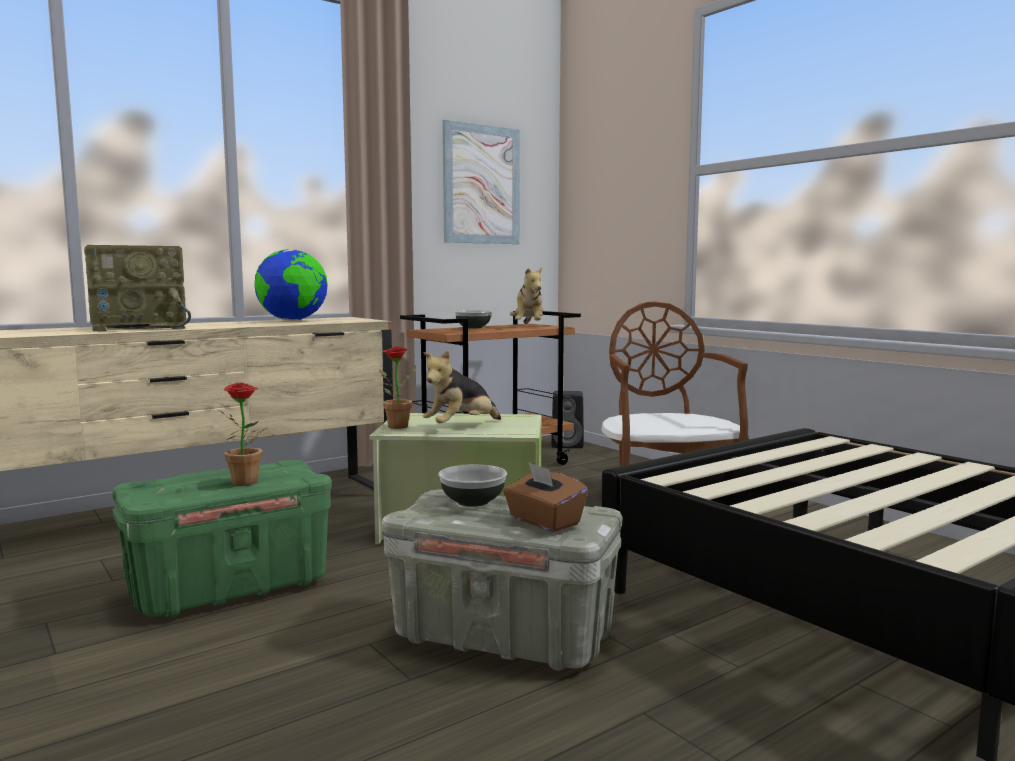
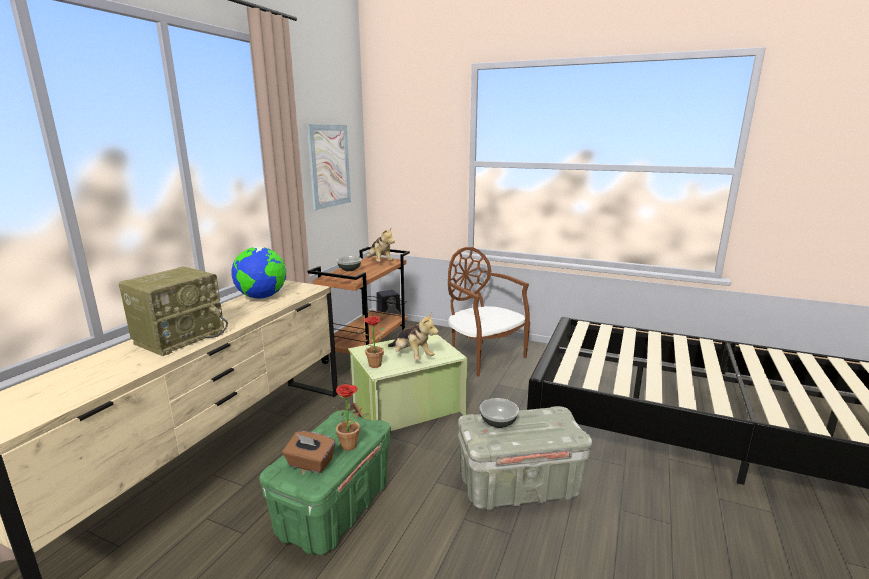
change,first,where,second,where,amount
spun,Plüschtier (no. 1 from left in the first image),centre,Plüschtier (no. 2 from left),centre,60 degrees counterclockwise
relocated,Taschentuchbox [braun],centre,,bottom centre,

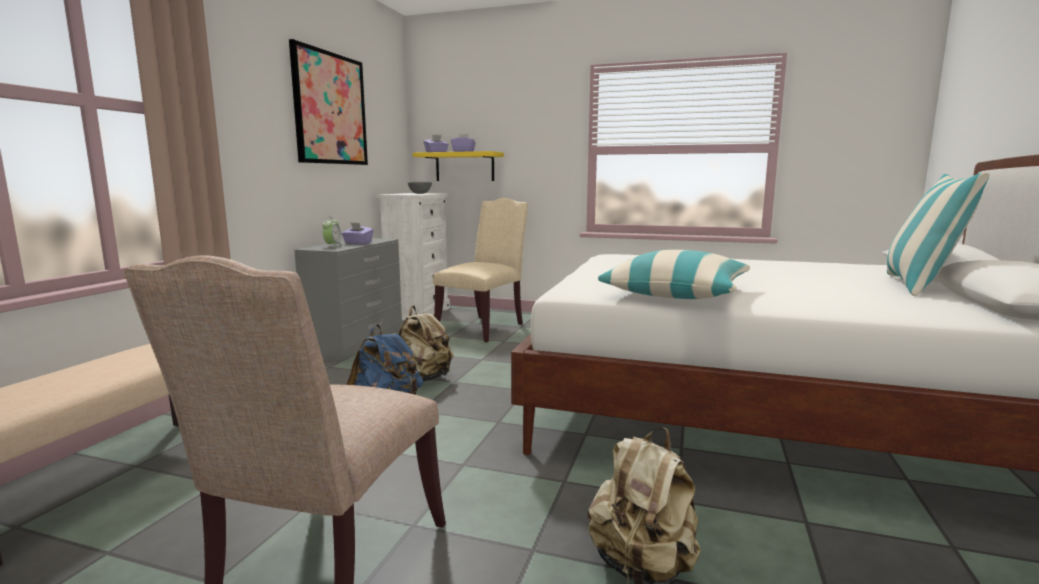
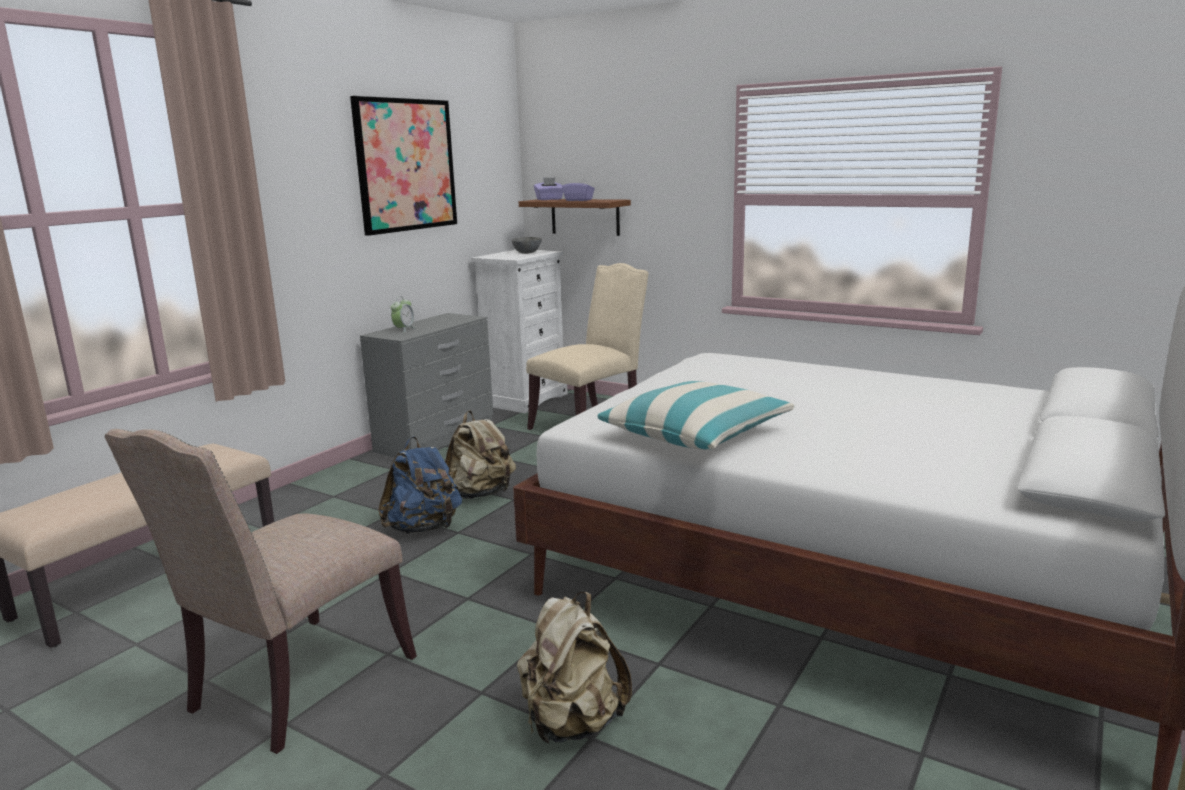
change,first,where,second,where,amount
colour,Wandregal [gelb],top centre,Wandregal [braun],top centre,
missing,Kissen (no. 2 from left),middle right,,,
missing,Taschentuchbox [lila] (no. 1 from left),centre,,,

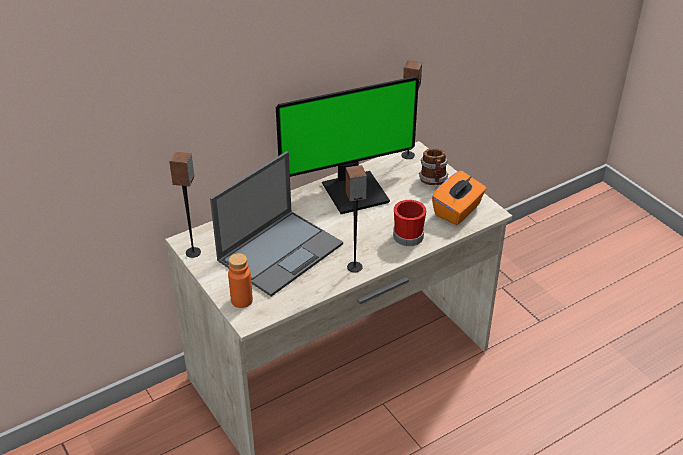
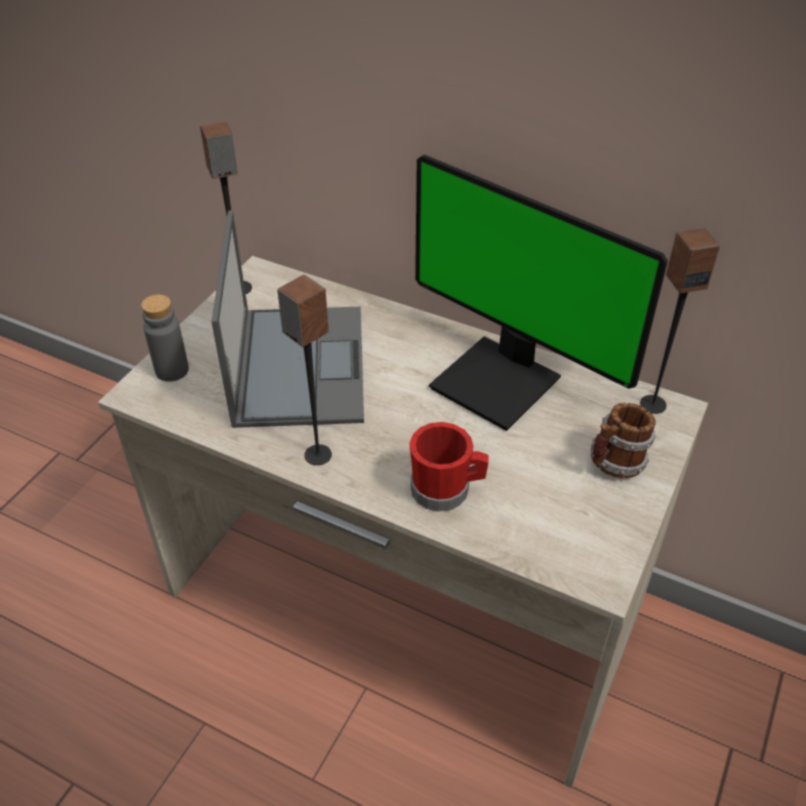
change,first,where,second,where,amount
spun,Laptop,centre,,centre,105 degrees counterclockwise
missing,Taschentuchbox [orange],middle right,,,
colour,Flasche [orange],centre,Flasche [grau],middle left,

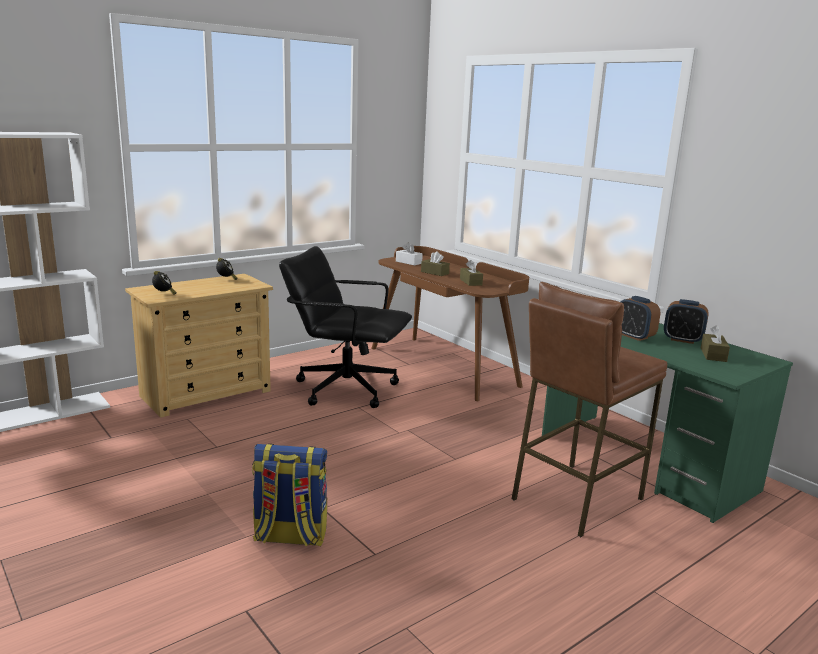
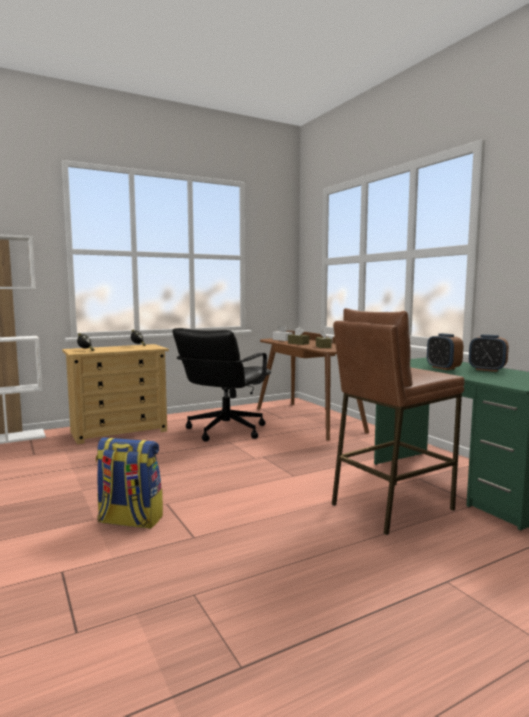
change,first,where,second,where,amount
spun,Bürostuhl [schwarz],centre,,centre,90 degrees counterclockwise
missing,Taschentuchbox [braun] (no. 3 from left),middle right,,,

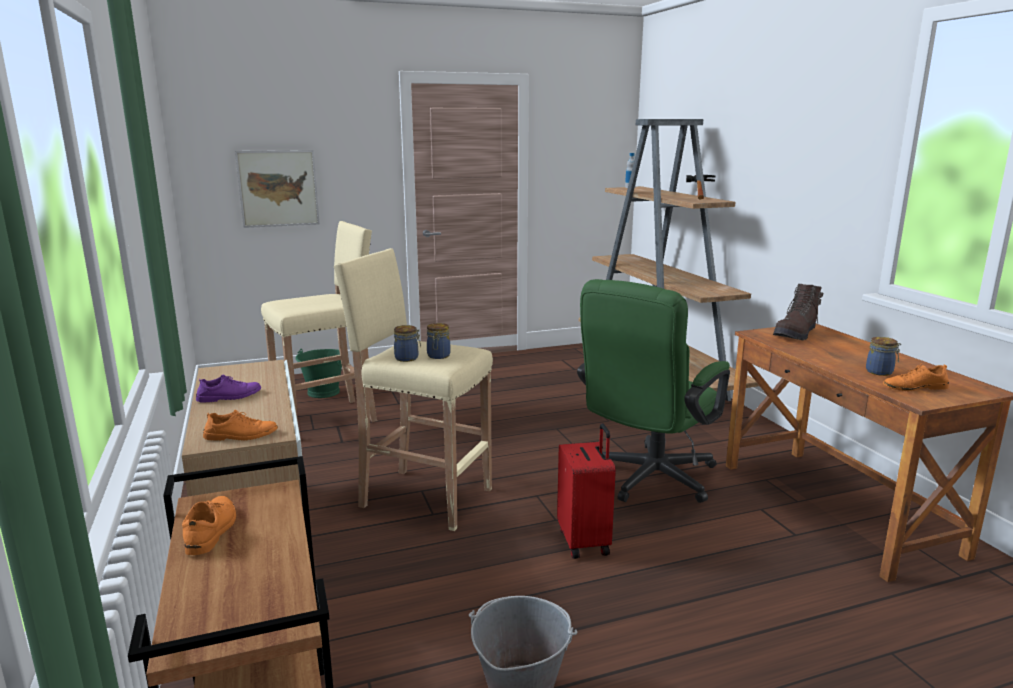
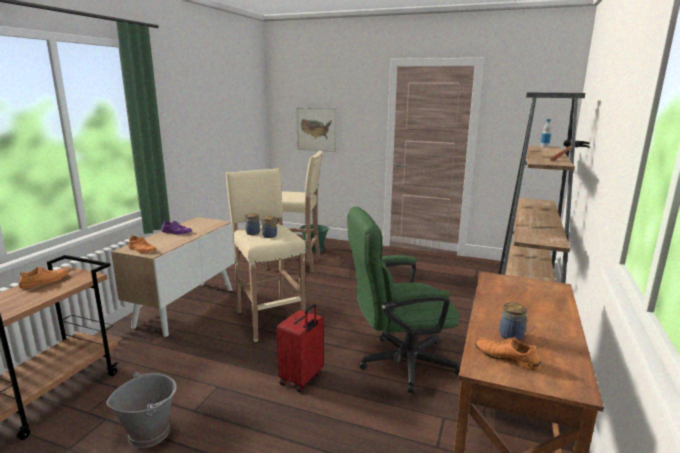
change,first,where,second,where,amount
missing,Stiefel [braun],middle right,,,

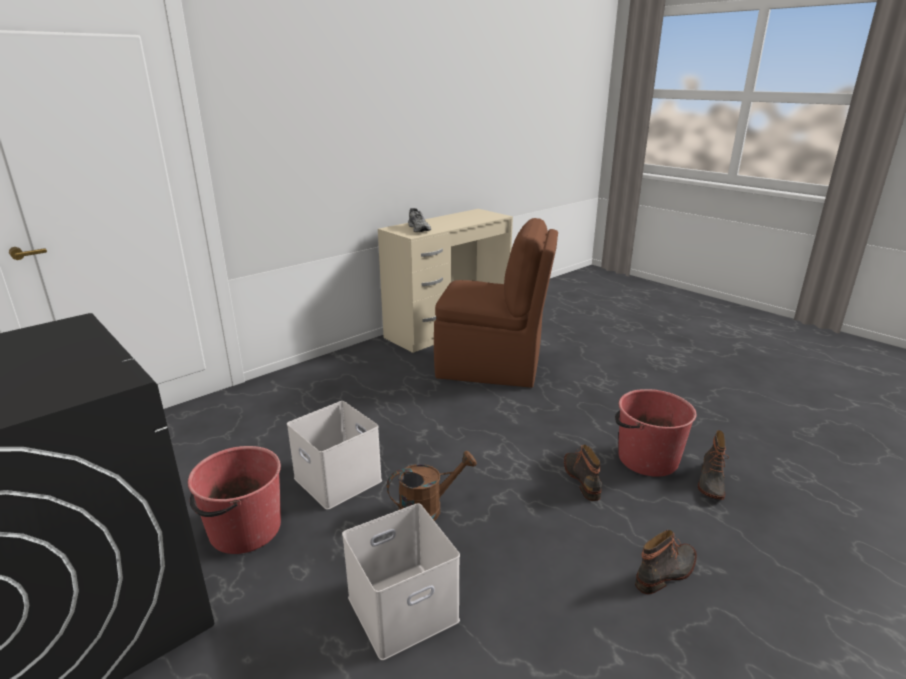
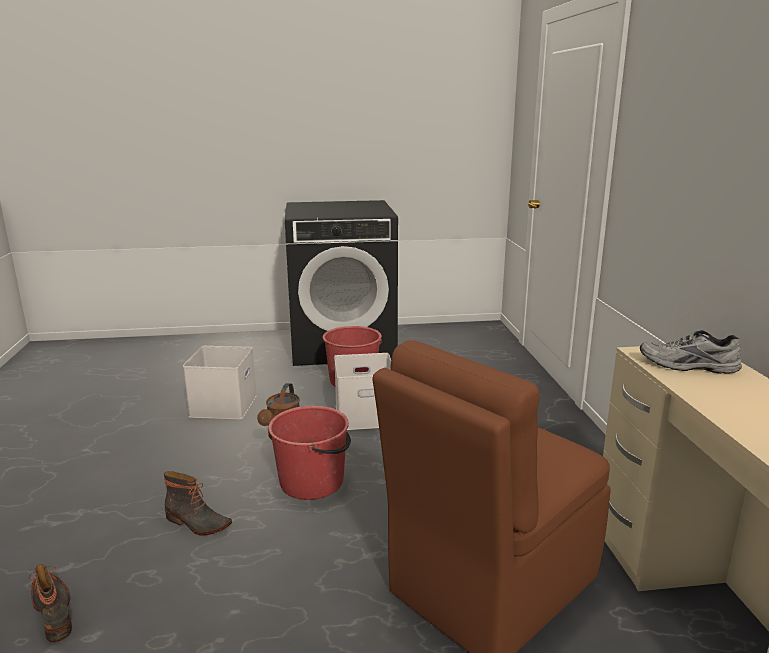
change,first,where,second,where,amount
relocated,Eimer [rot] (no. 2 from left in the first image),middle right,Eimer [rot] (no. 1 from left),bottom centre,
missing,Stiefel (no. 2 from left),bottom right,,,

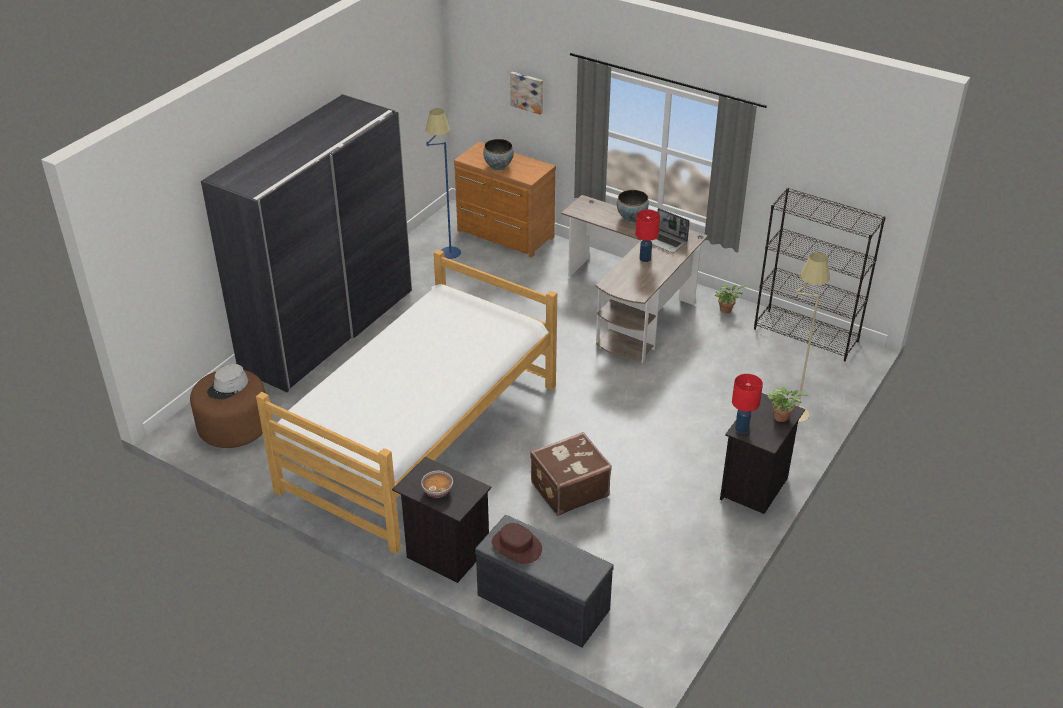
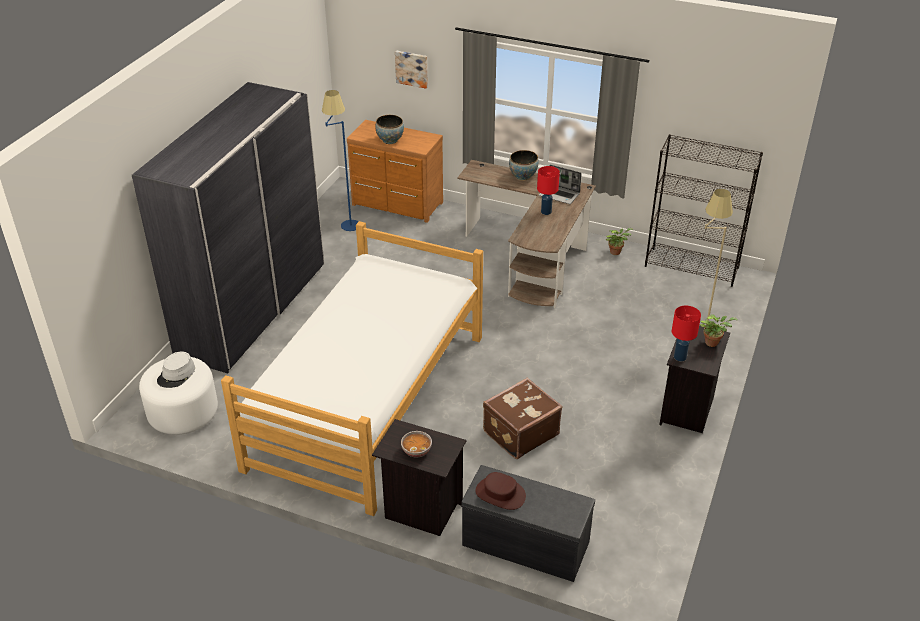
change,first,where,second,where,amount
colour,Polsterhocker [braun],middle left,Polsterhocker [weiß],middle left,

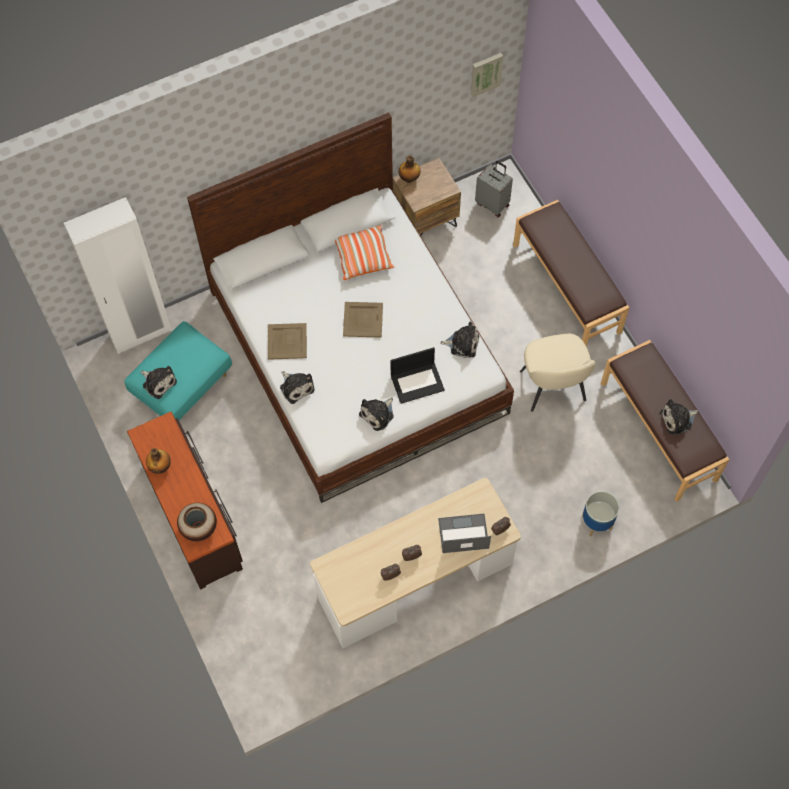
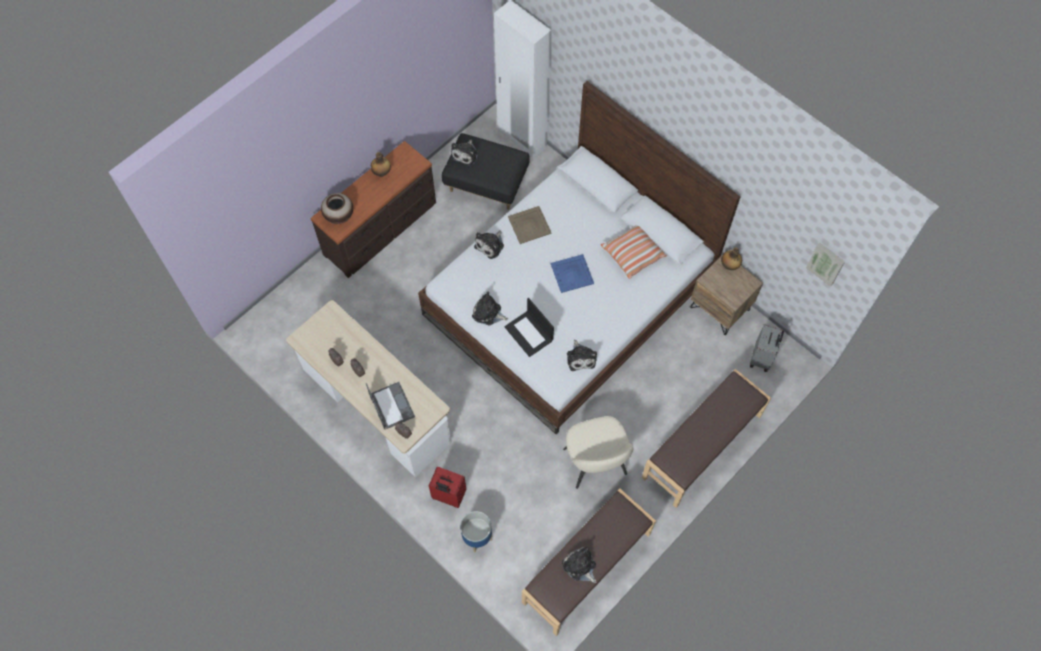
change,first,where,second,where,amount
colour,Tablett [beige] (no. 2 from left),centre,Tablett [blau],centre,
colour,Polsterhocker [türkis],middle left,Polsterhocker [schwarz],top centre,
spun,Stuhl [beige],middle right,,bottom centre,75 degrees counterclockwise
appeared,,,Koffer [rot],bottom centre,

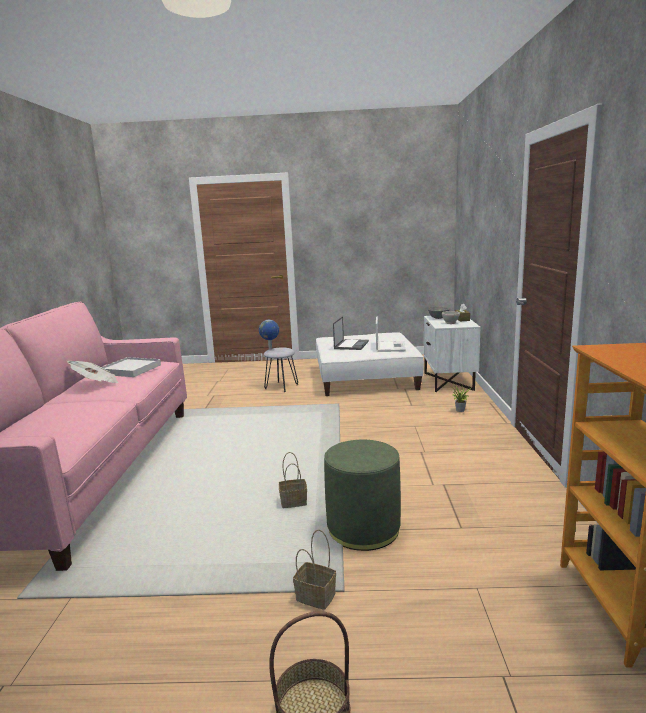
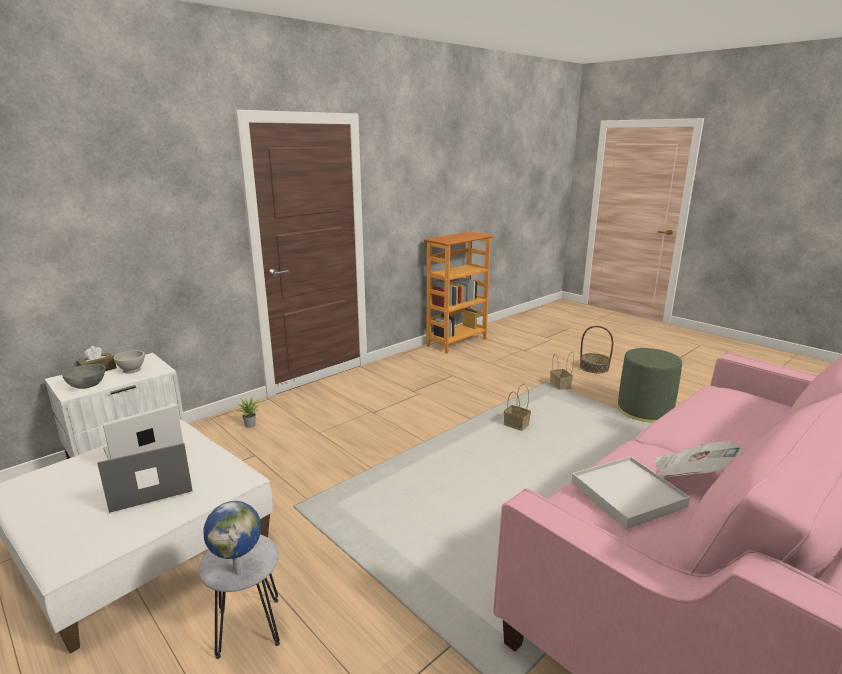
change,first,where,second,where,amount
relocated,Polsterhocker [grün],bottom centre,,middle right,

